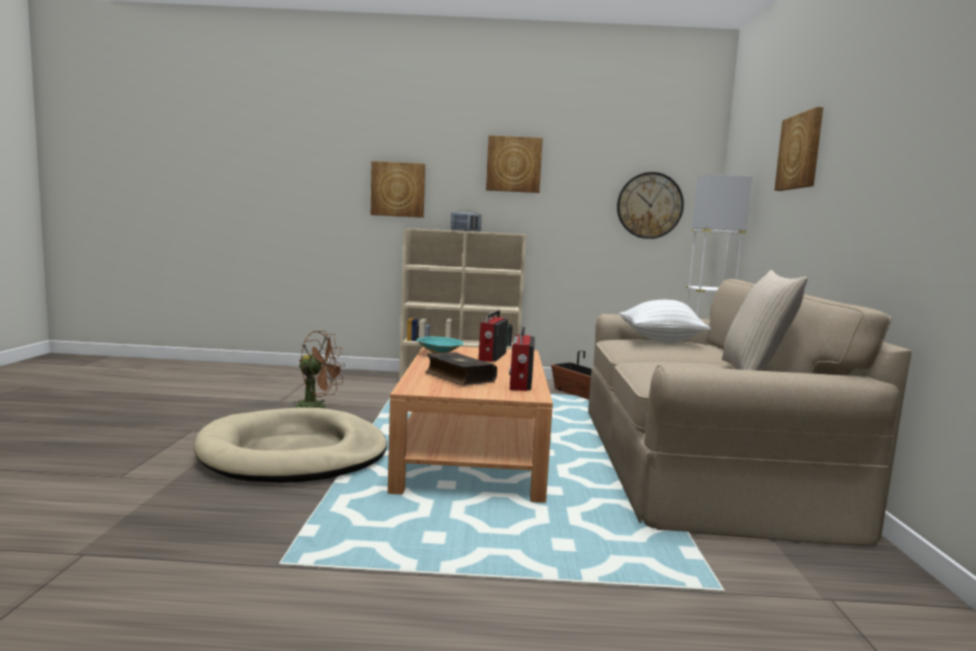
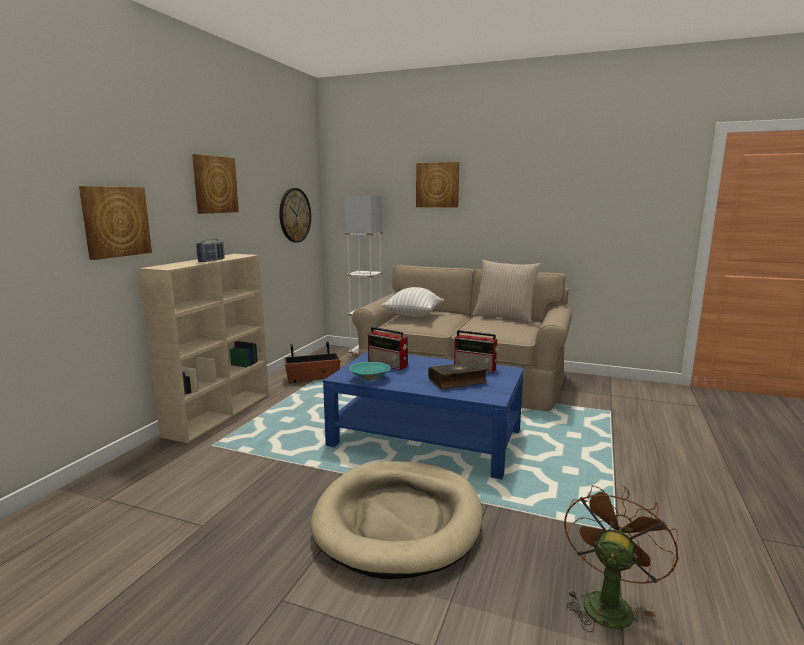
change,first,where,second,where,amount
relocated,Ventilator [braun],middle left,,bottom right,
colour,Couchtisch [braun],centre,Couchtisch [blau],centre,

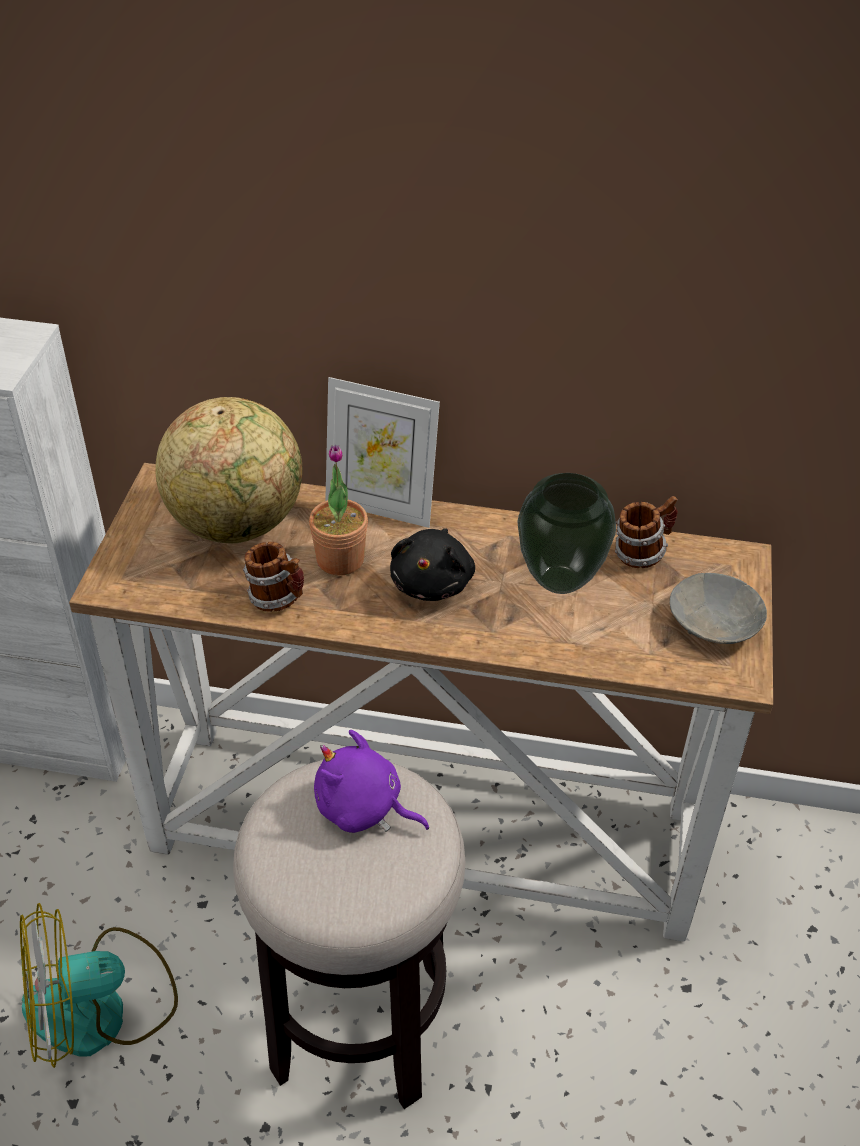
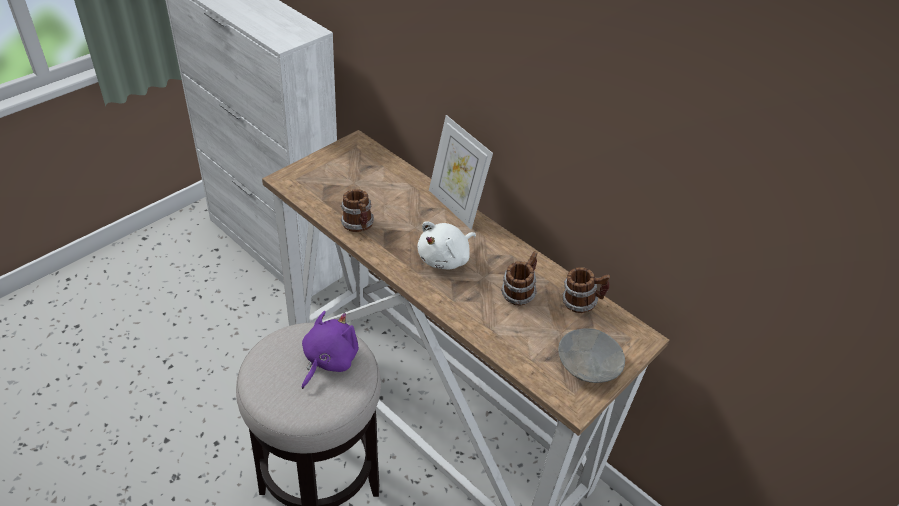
change,first,where,second,where,amount
missing,Globus,middle left,,,
missing,Topfpflanze,centre,,,
exchanged,Vase,centre,Henkelbecher (no. 2 from left),centre,
colour,Plüschtier [schwarz],centre,Plüschtier [weiß],centre,
spun,Plüschtier [lila],bottom centre,,bottom centre,60 degrees clockwise
missing,Ventilator,bottom left,,,

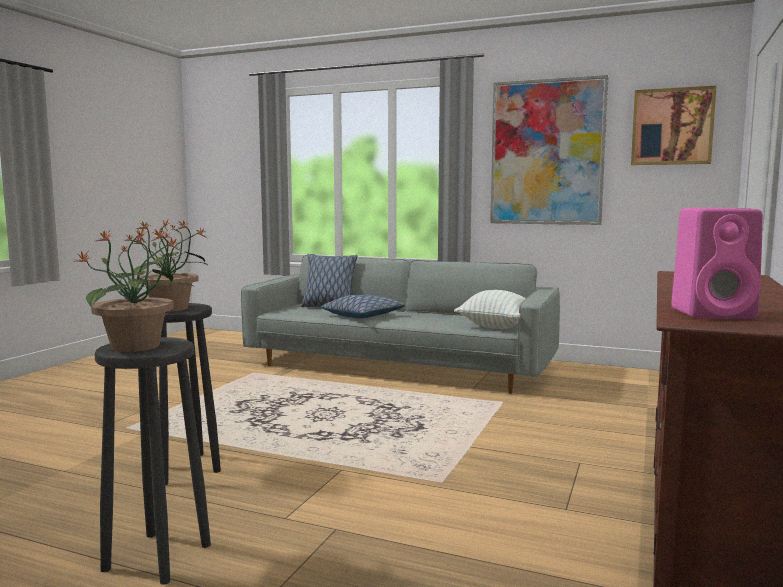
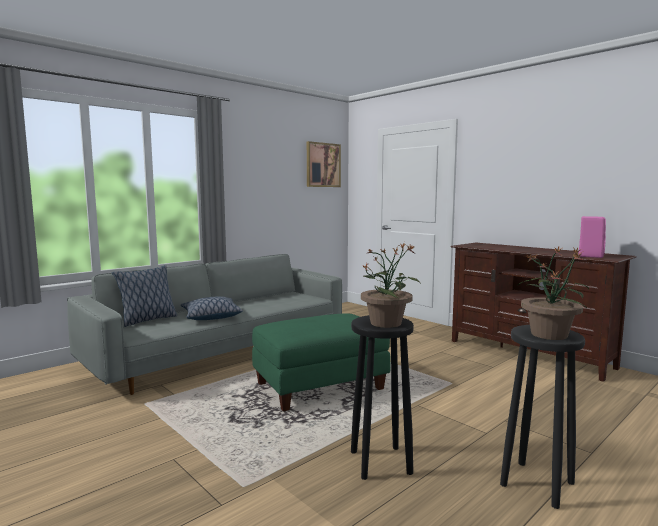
change,first,where,second,where,amount
missing,Bild (no. 1 from left),top right,,,
missing,Kissen (no. 3 from left),centre,,,
appeared,,,Polsterhocker [grün],bottom centre,

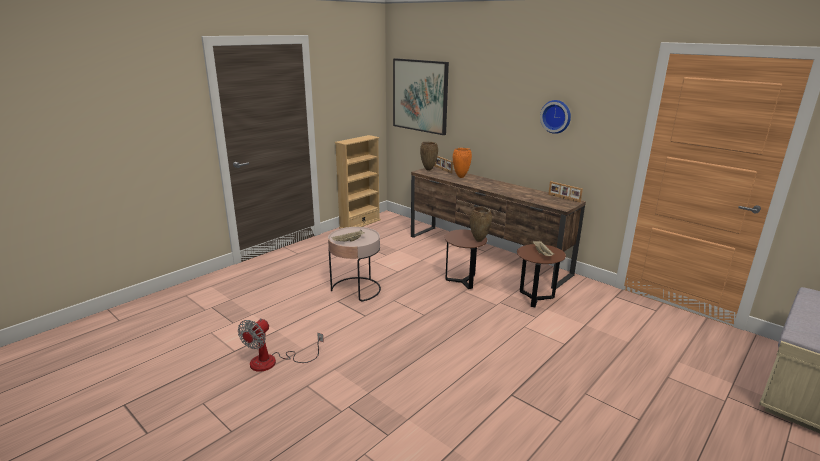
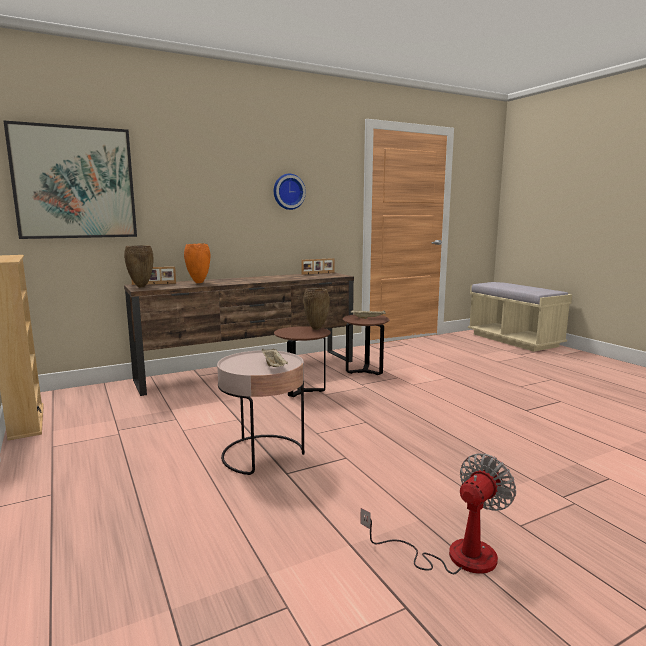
change,first,where,second,where,amount
spun,Ventilator,bottom centre,,bottom right,90 degrees counterclockwise

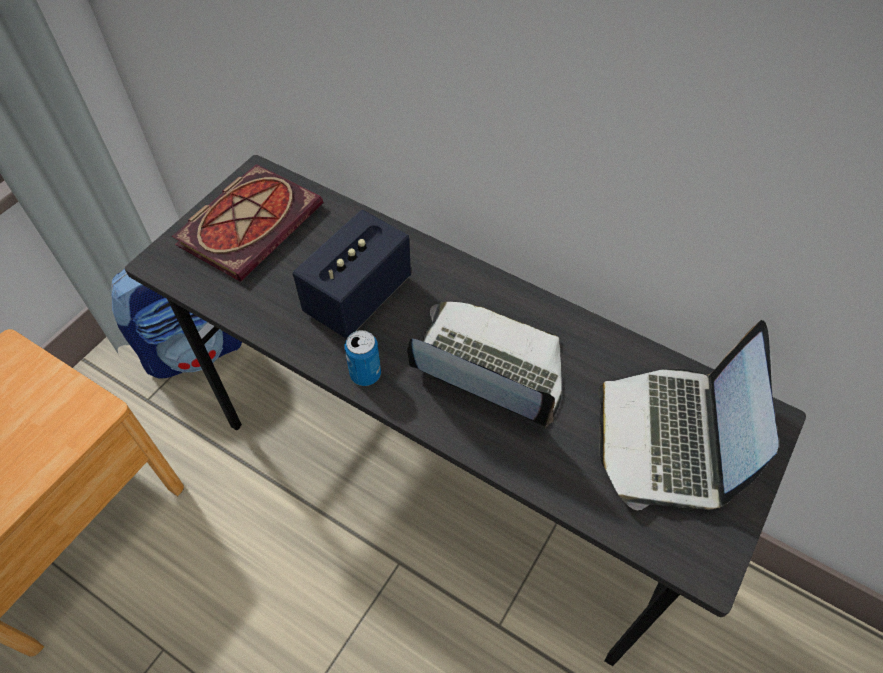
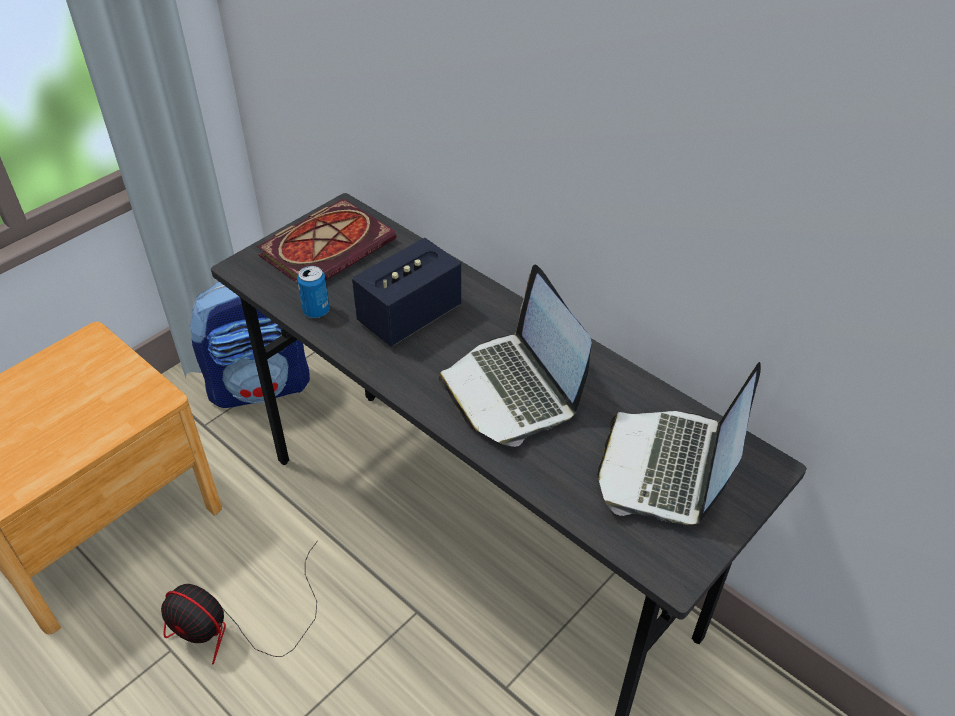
change,first,where,second,where,amount
spun,Laptop (no. 1 from left),centre,,centre,150 degrees counterclockwise
relocated,Dose,centre,,middle left,
appeared,,,Ventilator,bottom left,

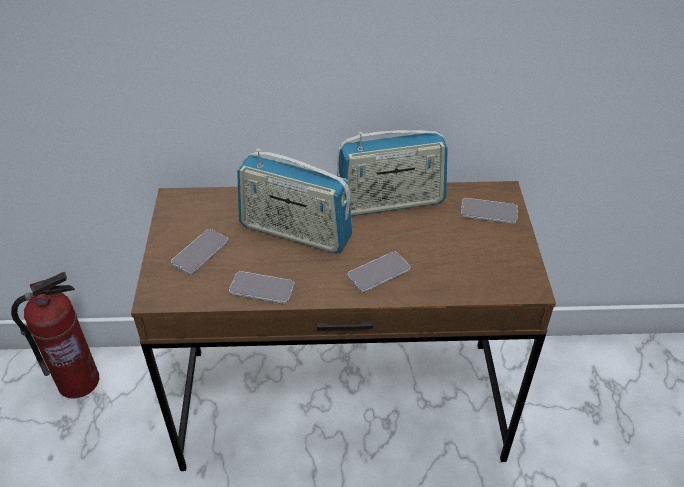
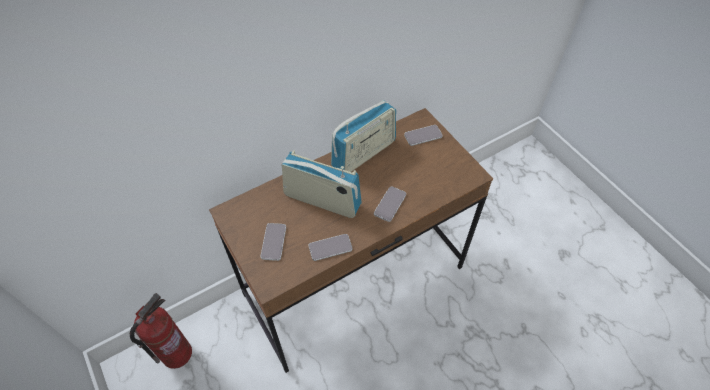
change,first,where,second,where,amount
spun,Radio (no. 1 from left),centre,,centre,150 degrees counterclockwise

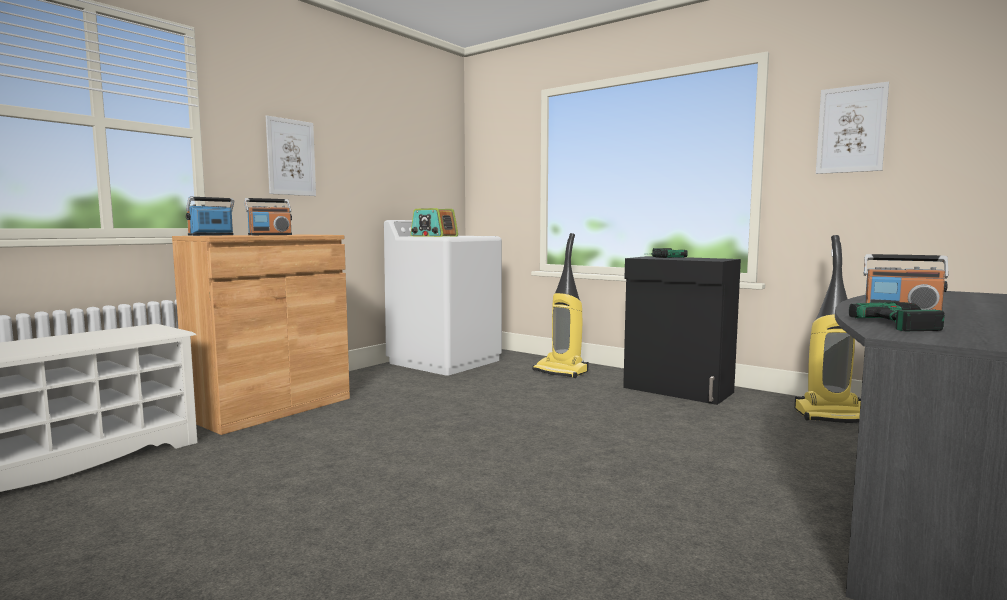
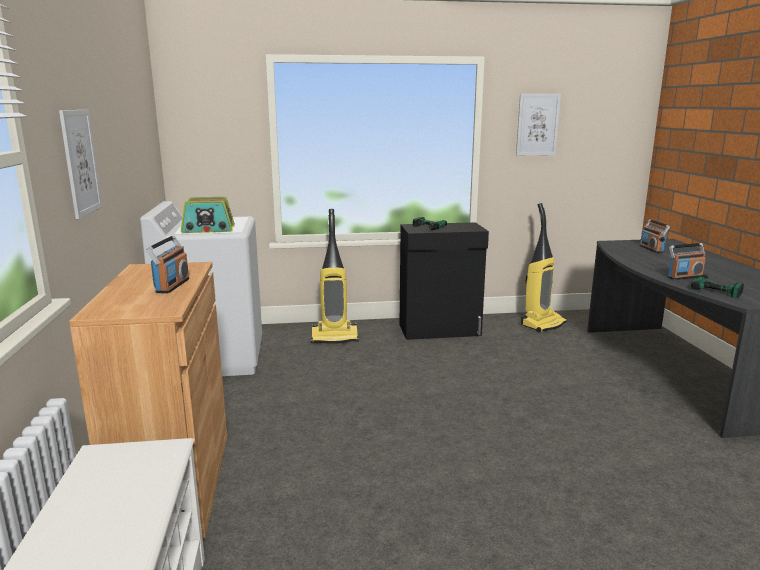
change,first,where,second,where,amount
relocated,Radio (no. 1 from left in the first image),middle left,Radio (no. 3 from left),middle right,

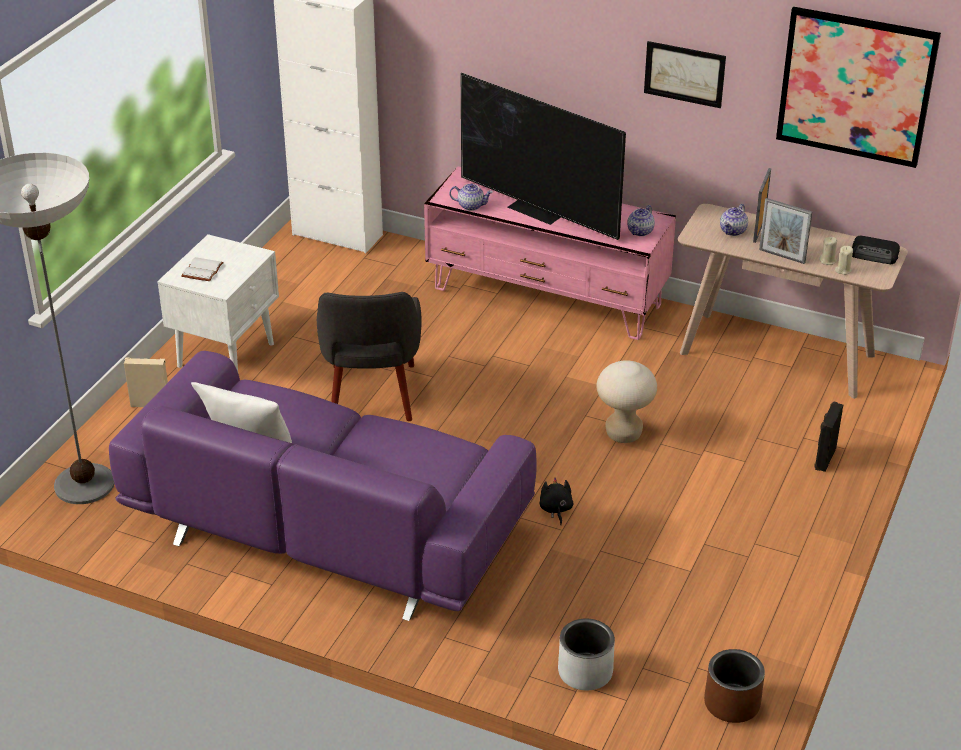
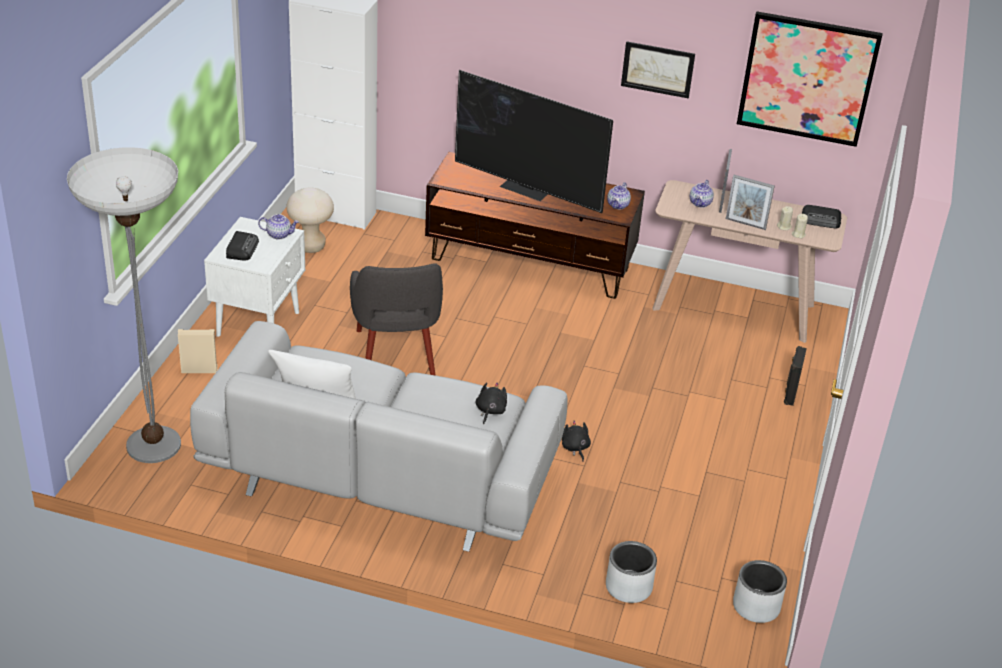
change,first,where,second,where,amount
colour,Fernsehschrank [rosa],centre,Fernsehschrank [braun],centre,
relocated,Teekanne (no. 1 from left),top centre,,middle left,
exchanged,Buch [weiß],middle left,Radio (no. 1 from left),middle left,
colour,Sofa [lila],centre,Sofa [grau],centre,
relocated,Hocker [beige],centre,,top left,
colour,Pflanzkübel [braun],bottom right,Pflanzkübel [grau] (no. 2 from left),bottom right,
appeared,,,Plüschtier [schwarz] (no. 1 from left),centre,

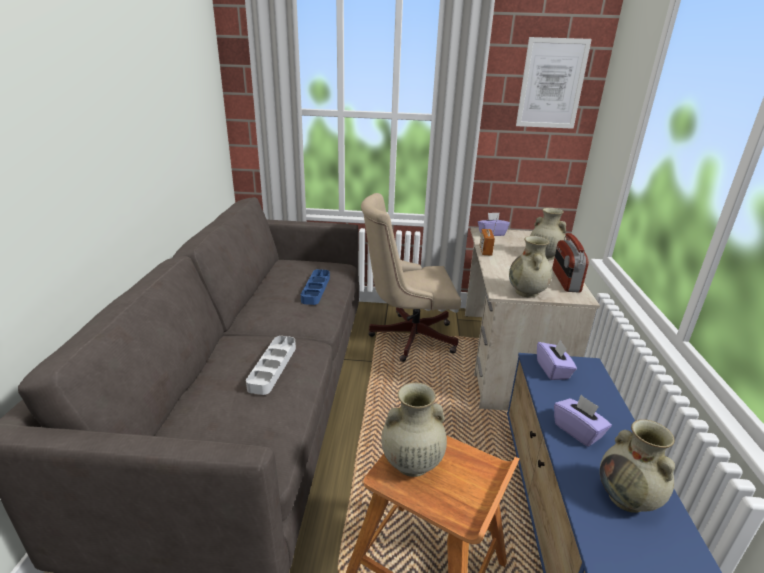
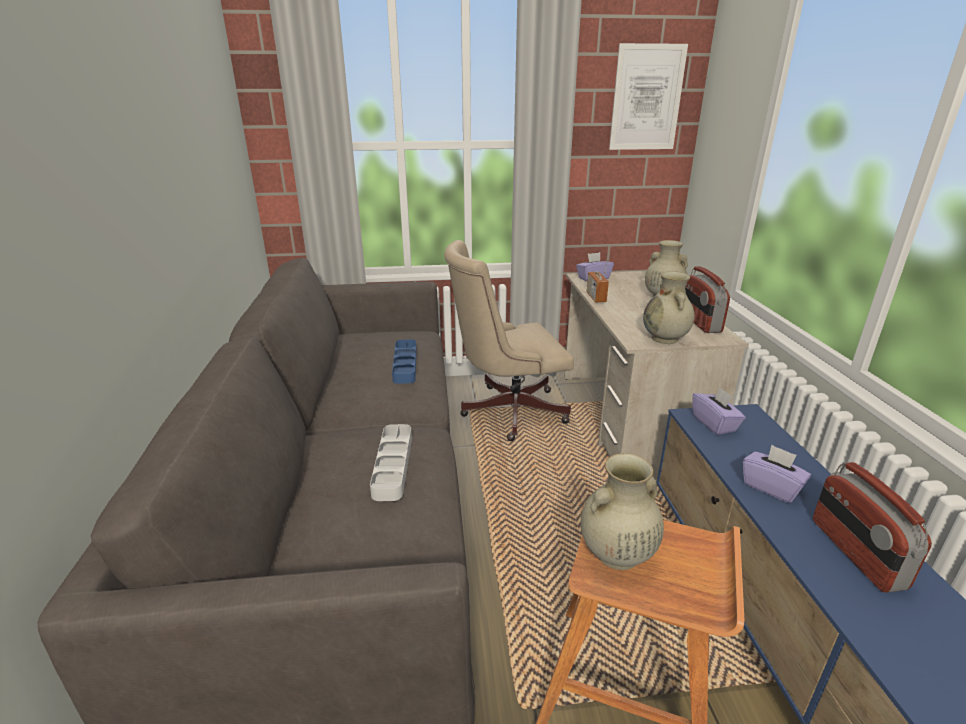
change,first,where,second,where,amount
exchanged,Vase [beige] (no. 4 from left),bottom right,Radio (no. 3 from left),bottom right,

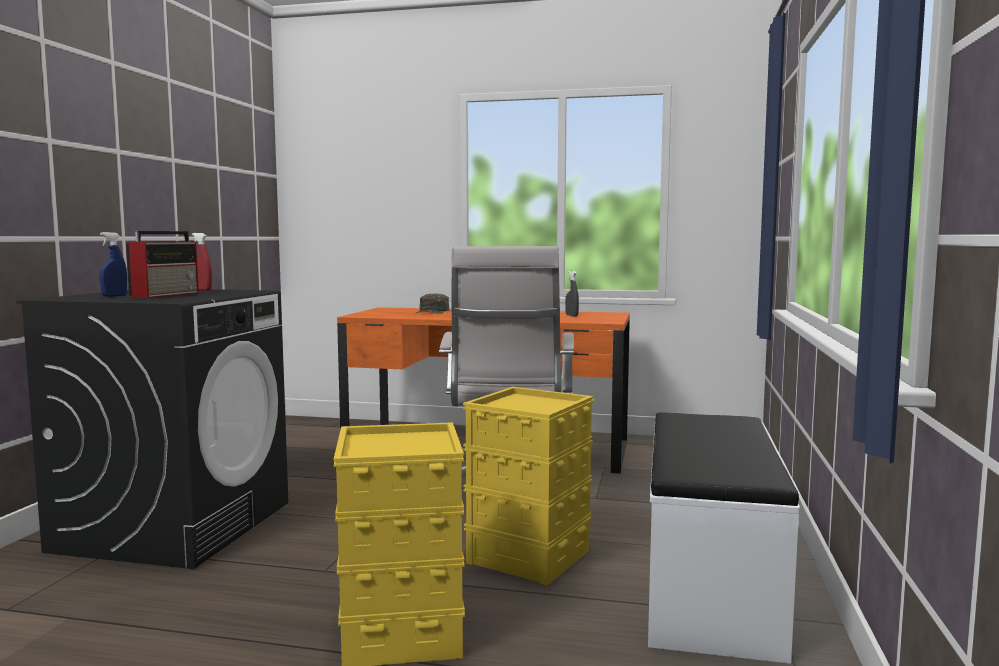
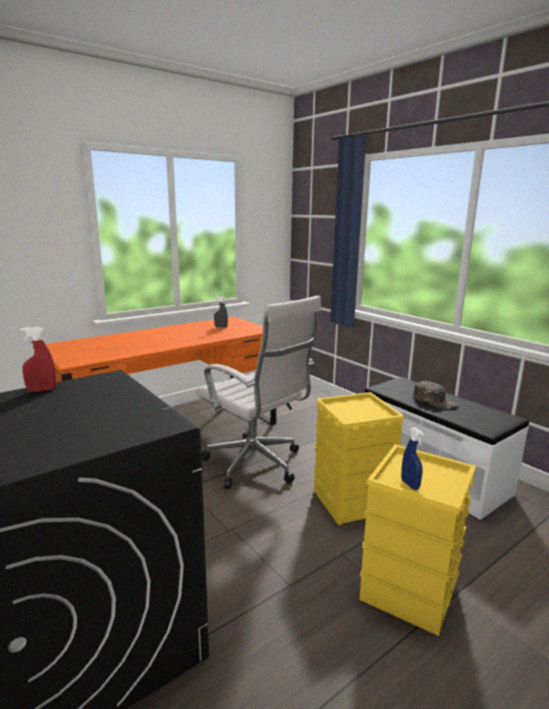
change,first,where,second,where,amount
missing,Radio,middle left,,,
relocated,Sprühflasche [blau],middle left,,middle right,
relocated,Kappe [grün],centre,,middle right,

